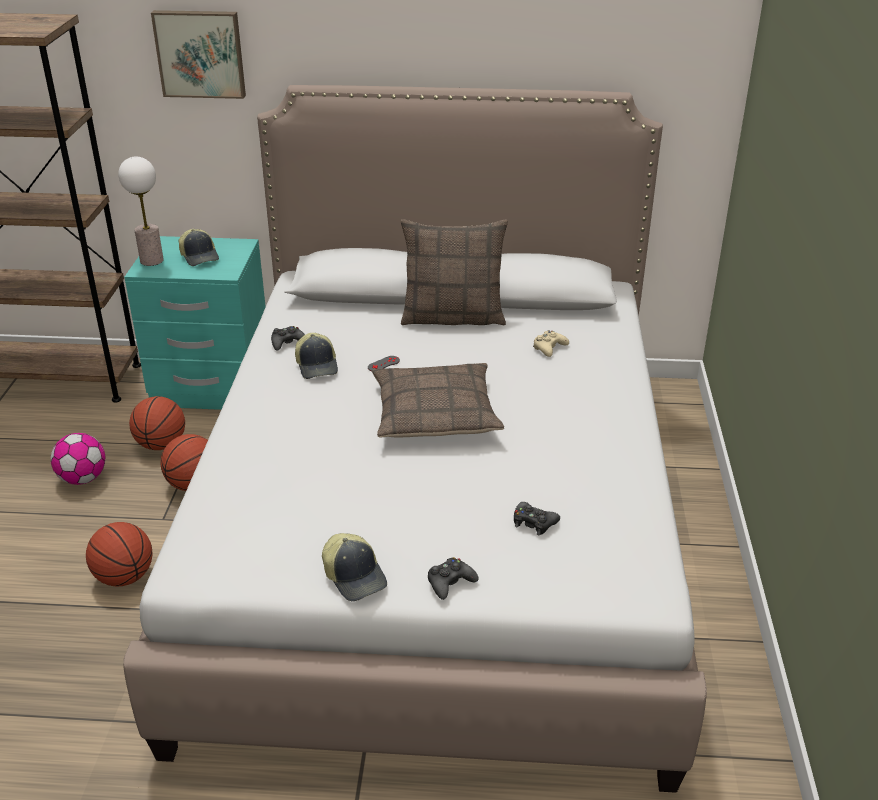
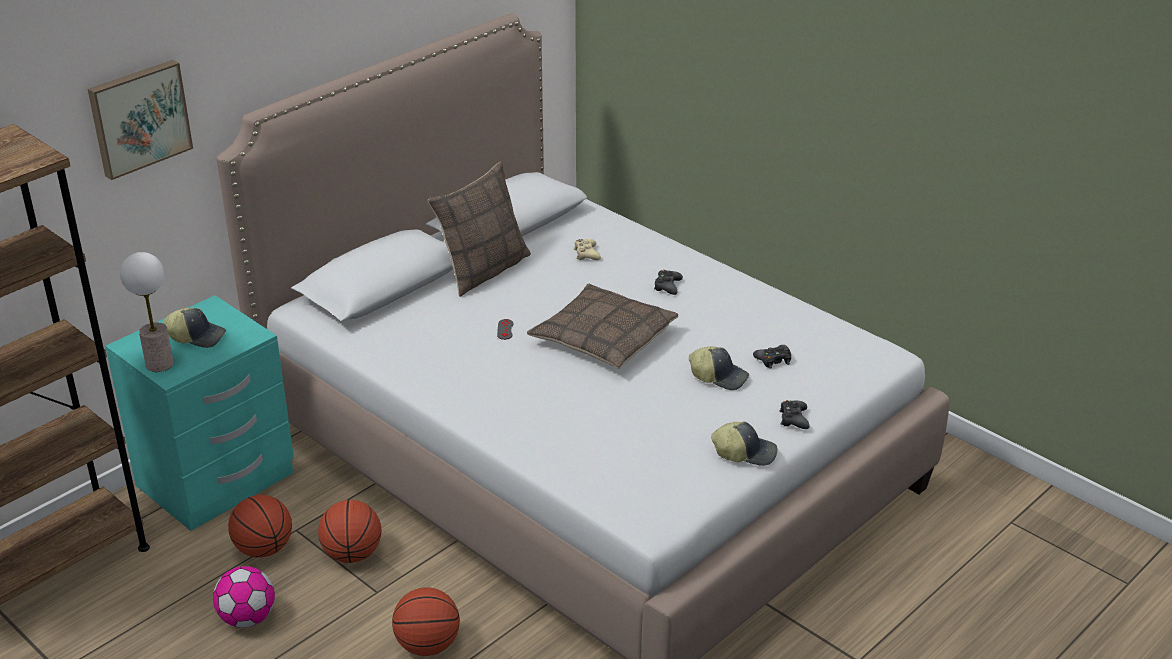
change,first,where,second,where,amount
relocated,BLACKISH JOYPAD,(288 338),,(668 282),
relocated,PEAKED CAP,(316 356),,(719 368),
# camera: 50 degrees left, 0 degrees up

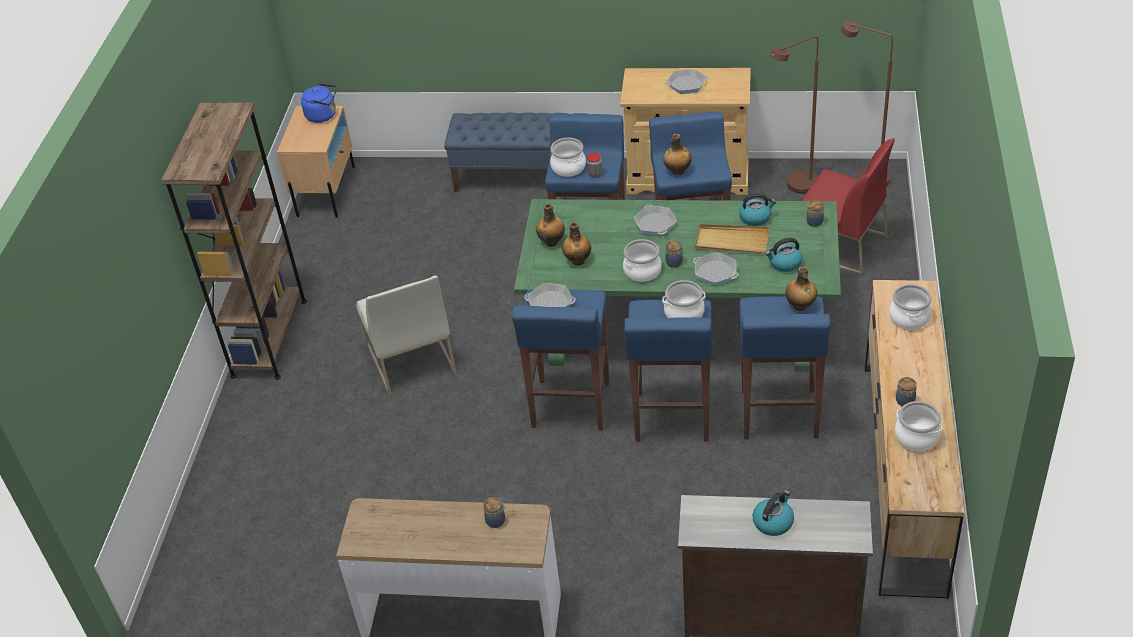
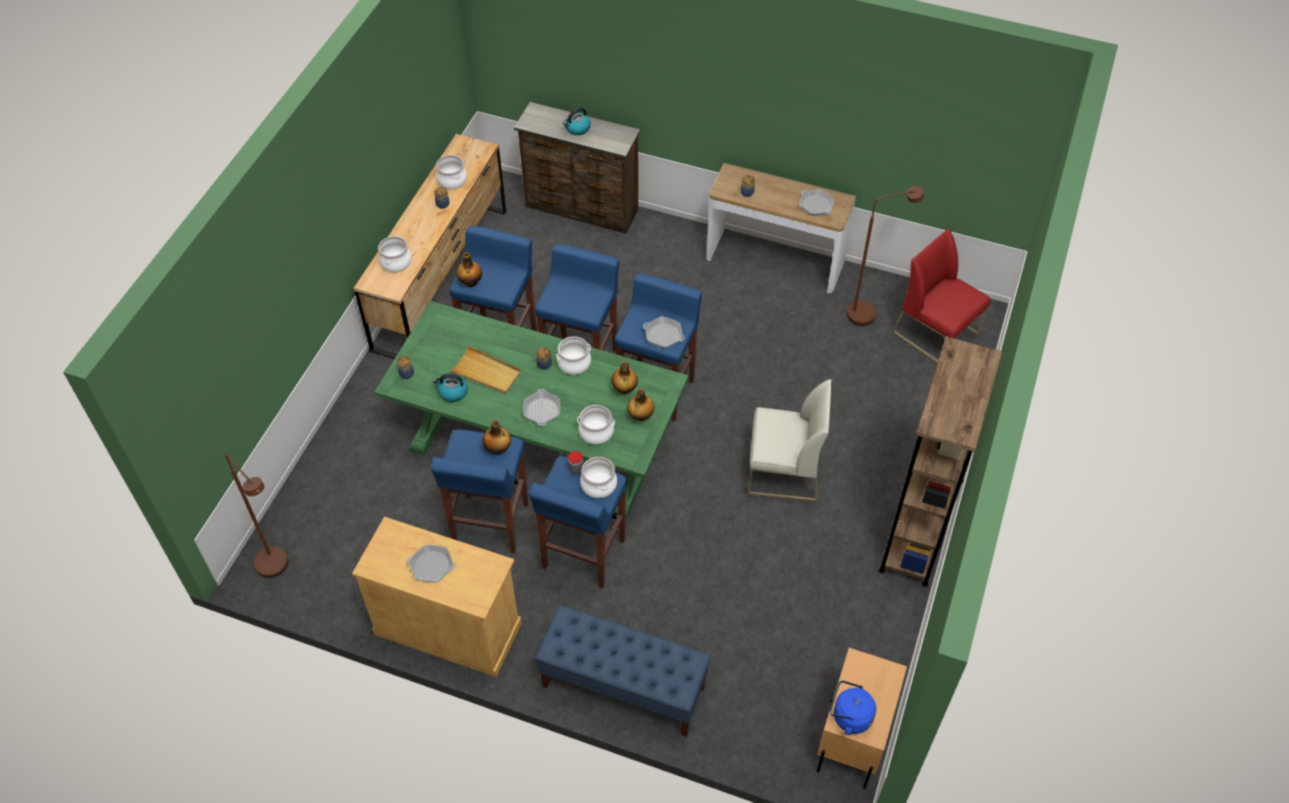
change,first,where,second,where,amount
missing,WATER KETTLE,(784 255),,,
relocated,COOKING POT,(684 299),,(596 425),
relocated,FRYING PAN,(716 268),,(817 202),
relocated,BROWN-COLOURED STANDARD LAMP,(795 115),,(885 256),
relocated,REDDISH CHAIR,(848 207),,(941 296),
spun,WHITE CHAIR,(406 336),,(790 440),105 degrees clockwise
# camera: 170 degrees left, 10 degrees up

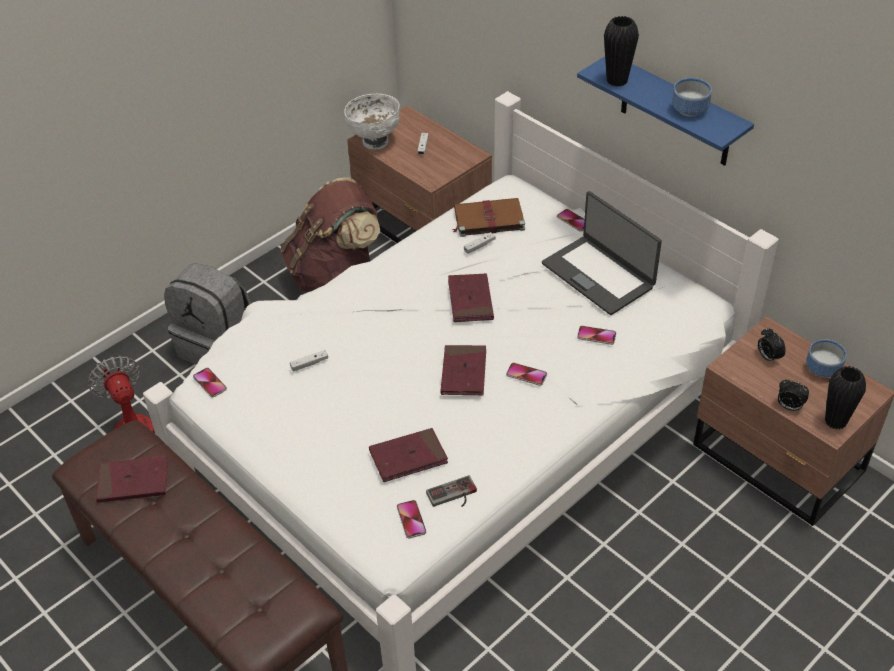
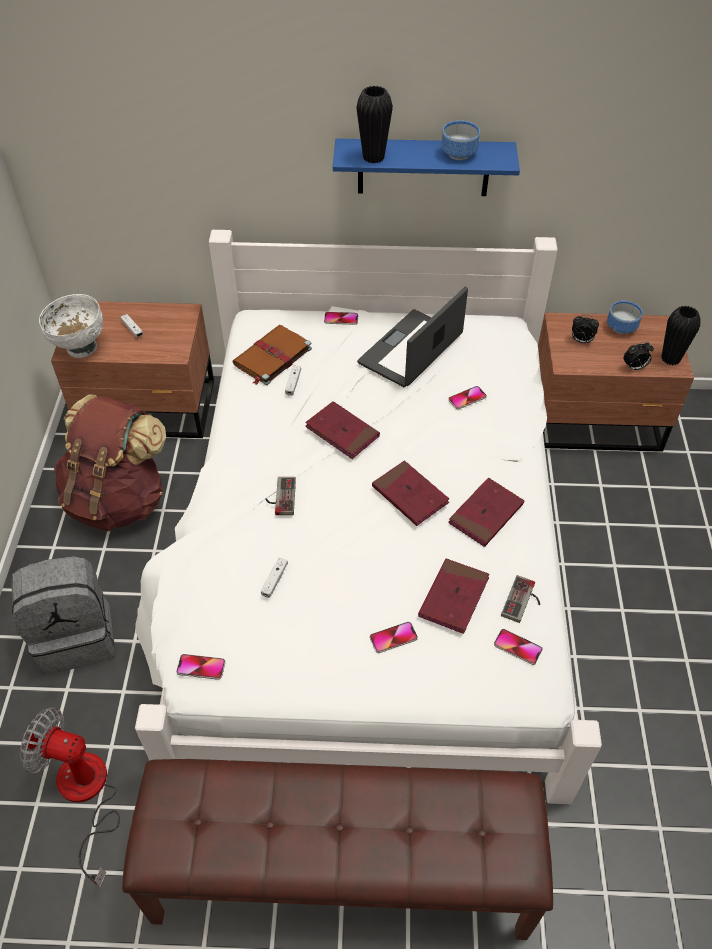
change,first,where,second,where,amount
appeared,,,JOYPAD,(280 496),
relocated,REDDISH BOUND BOOK,(132 479),,(486 512),
relocated,PHONE,(526 374),,(394 637),
spun,NOTEBOOK COMPUTER,(602 253),,(412 337),120 degrees clockwise
# camera: 45 degrees left, 5 degrees up

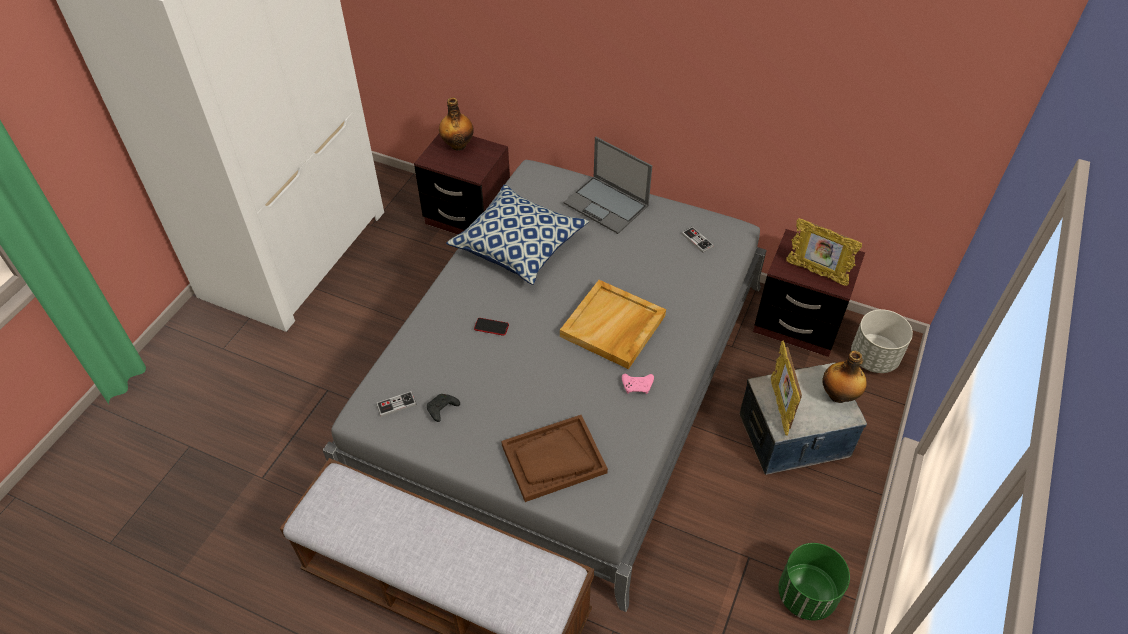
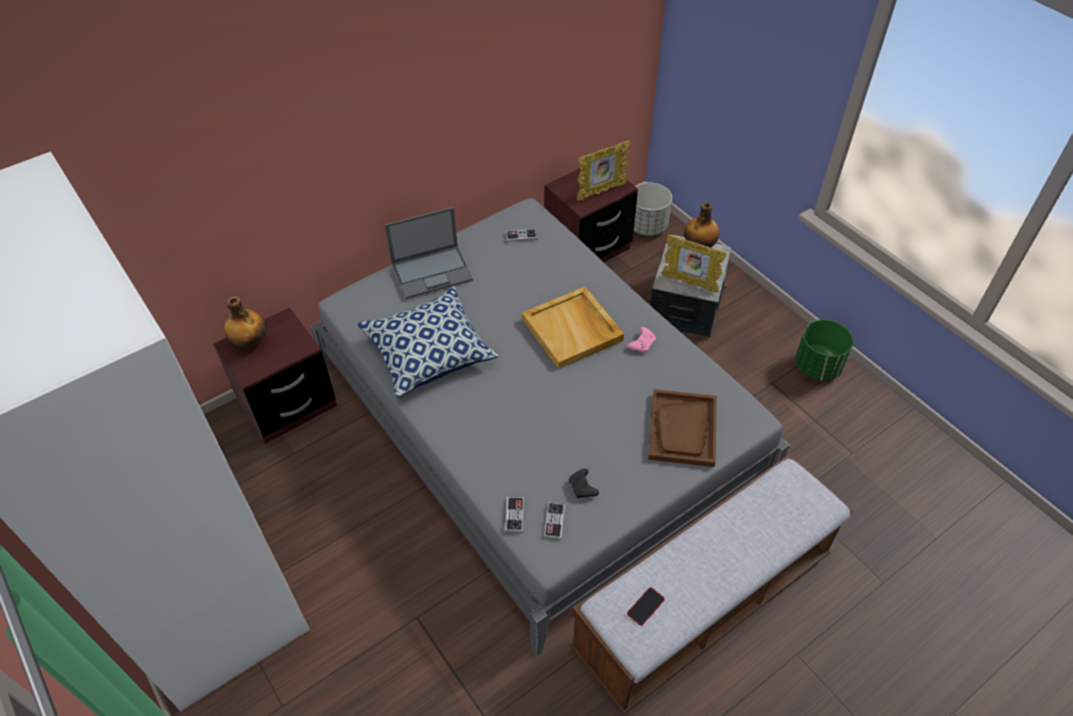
change,first,where,second,where,amount
appeared,,,JOYPAD,(514 515),
relocated,PHONE,(491 327),,(646 606),
# camera: 60 degrees left, 0 degrees up

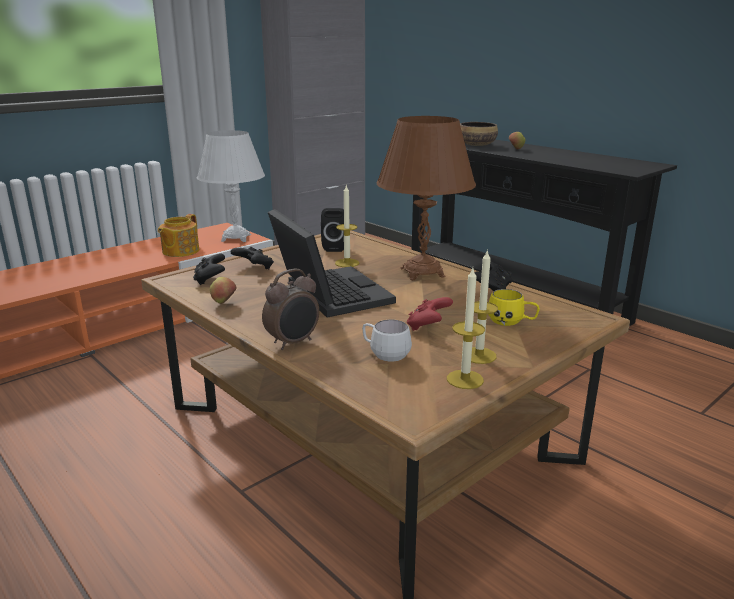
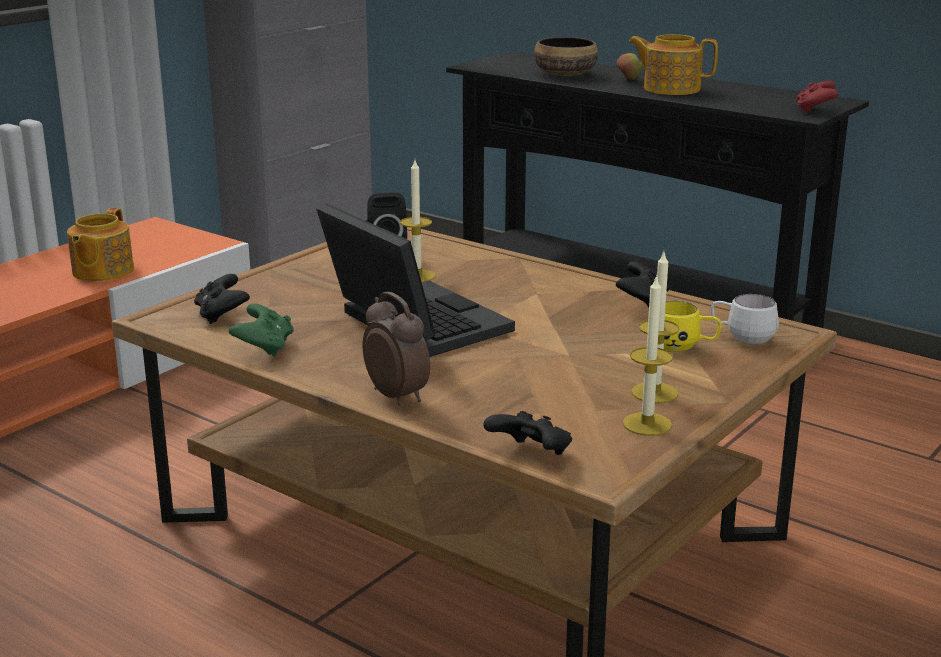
change,first,where,second,where,amount
missing,WHITE LAMP FOR A TABLE,(231 186),,,
missing,BROWN-COLOURED LAMP FOR A TABLE,(426 198),,,
appeared,,,TEA POT,(673 64),
relocated,BLACKISH JOYPAD,(252 258),,(527 433),
relocated,WHITE COFFEE MUG,(387 341),,(745 319),
relocated,REDDISH JOYPAD,(430 314),,(818 97),
exchanged,WHOLE APPLE,(223 290),GREEN JOYPAD,(261 329),
spun,TABLE CLOCK,(290 309),,(396 348),75 degrees counterclockwise
# camera: 10 degrees left, 0 degrees up

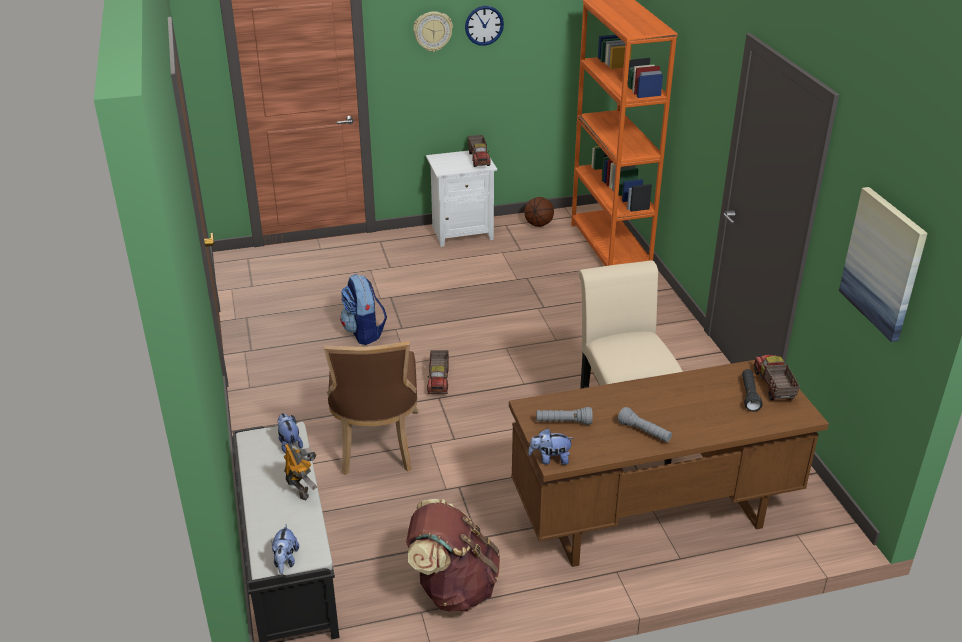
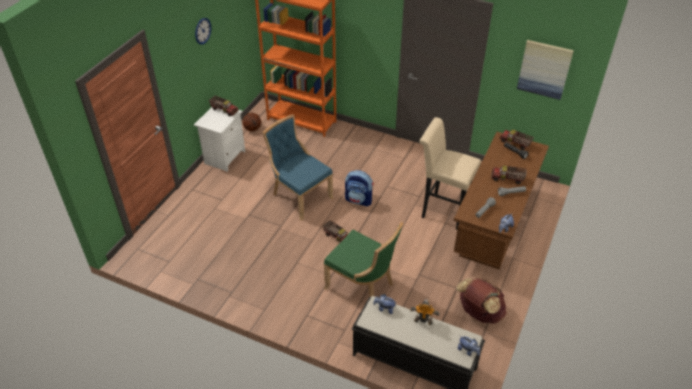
change,first,where,second,where,amount
missing,WALL CLOCK,(433 31),,,
appeared,,,BLUE CHAIR,(297 167),
appeared,,,TOY TRUCK,(509 175),
relocated,KNAPSACK,(363 309),,(359 188),
colour,BROWN-COLOURED CHAIR,(371 408),GREEN CHAIR,(363 259),
# camera: 50 degrees left, 10 degrees up

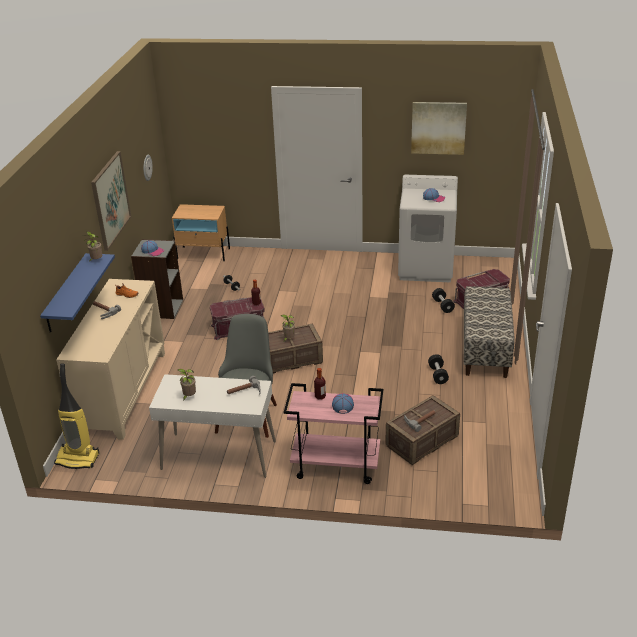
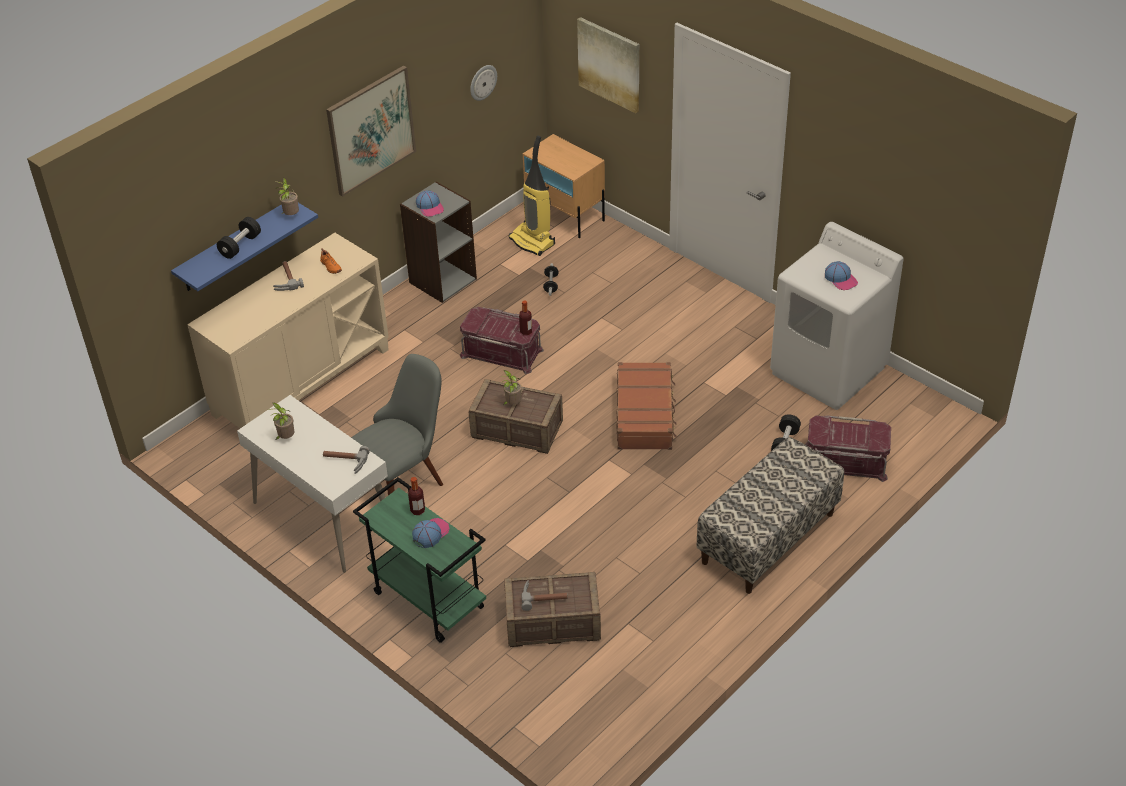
change,first,where,second,where,amount
appeared,,,BROWN-COLOURED PIECE OF LUGGAGE,(646 406),
relocated,HOOVER,(76 416),,(532 196),
relocated,WALL PICTURE,(439 128),,(608 65),
relocated,BLACKISH FREE WEIGHT,(438 369),,(239 238),
colour,PINK-COLOURED CART,(333 433),GREEN CART,(419 560),
# camera: 35 degrees right, 10 degrees up

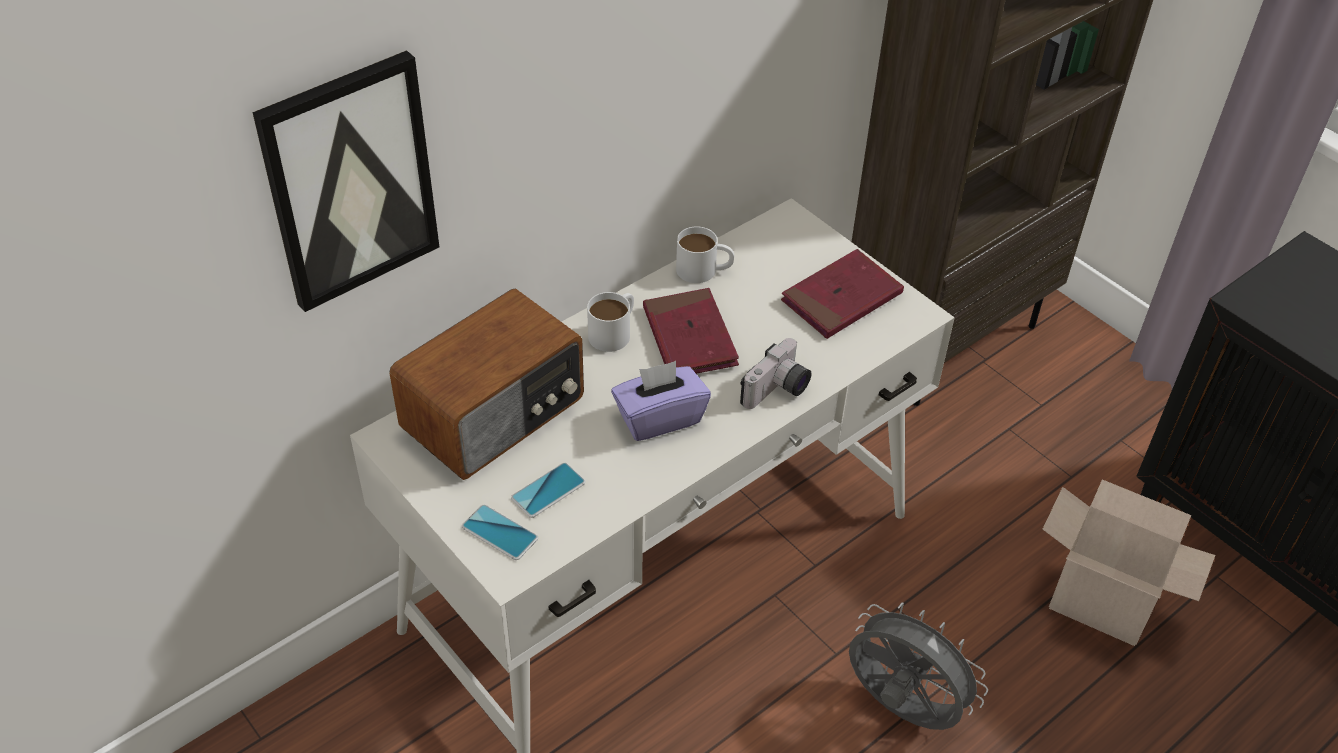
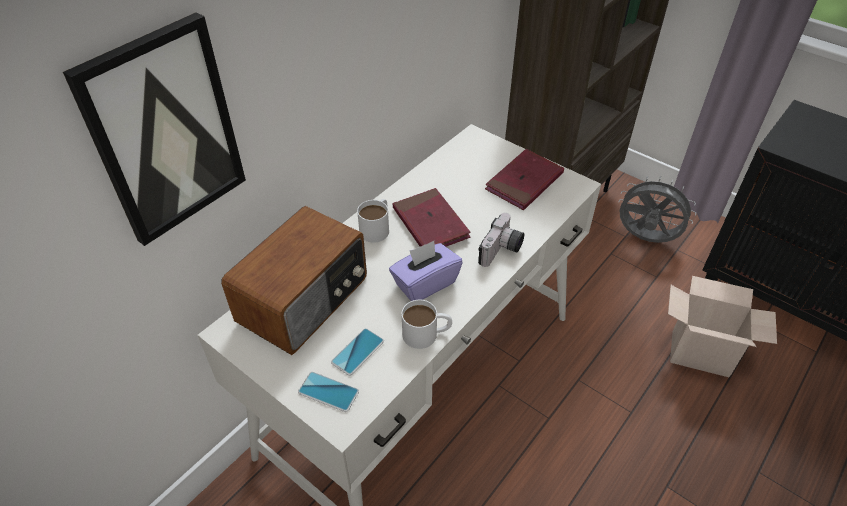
change,first,where,second,where,amount
relocated,WHITE COFFEE MUG,(705 255),,(427 324),
relocated,GREYISH COOLING FAN,(918 666),,(657 209),
# camera: 10 degrees left, 0 degrees up

